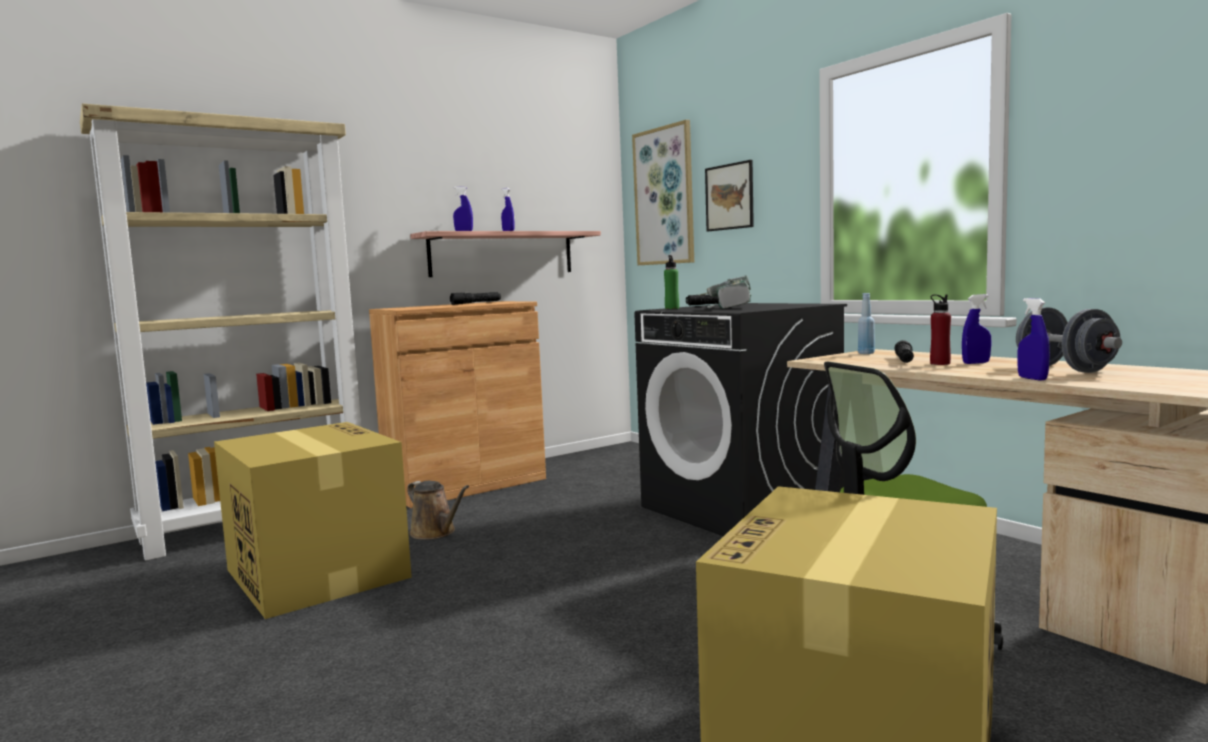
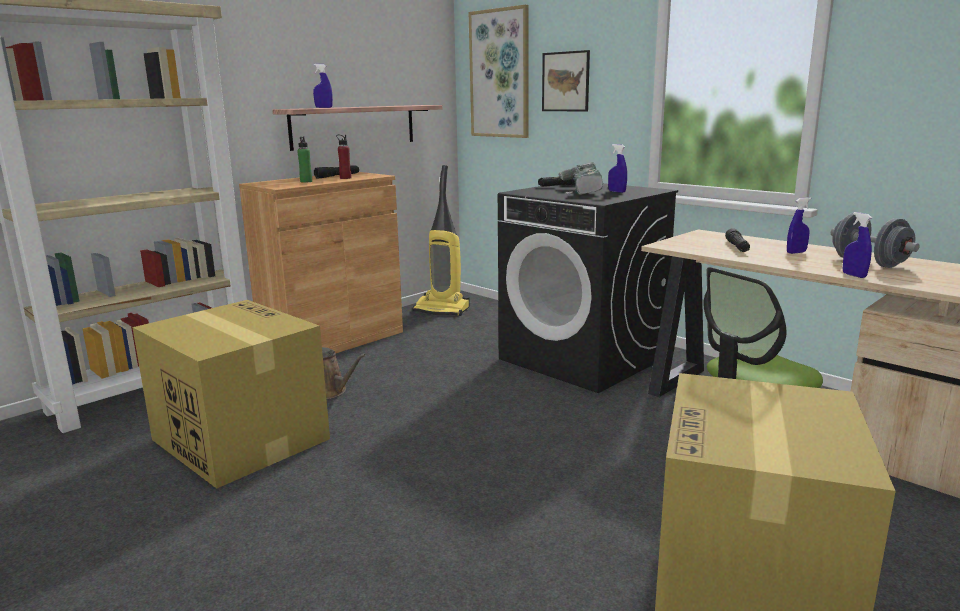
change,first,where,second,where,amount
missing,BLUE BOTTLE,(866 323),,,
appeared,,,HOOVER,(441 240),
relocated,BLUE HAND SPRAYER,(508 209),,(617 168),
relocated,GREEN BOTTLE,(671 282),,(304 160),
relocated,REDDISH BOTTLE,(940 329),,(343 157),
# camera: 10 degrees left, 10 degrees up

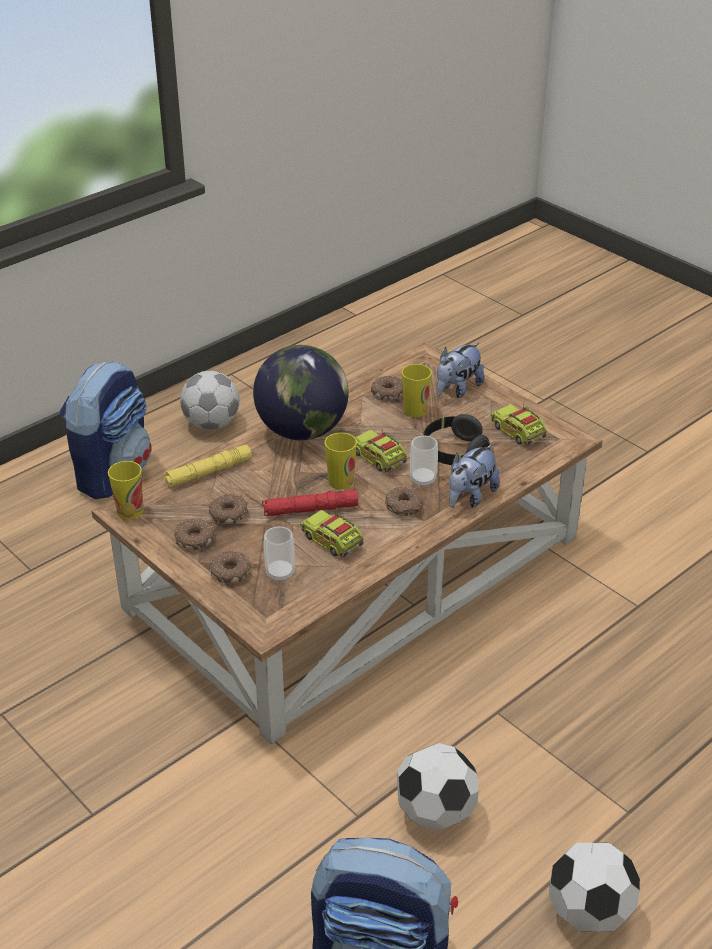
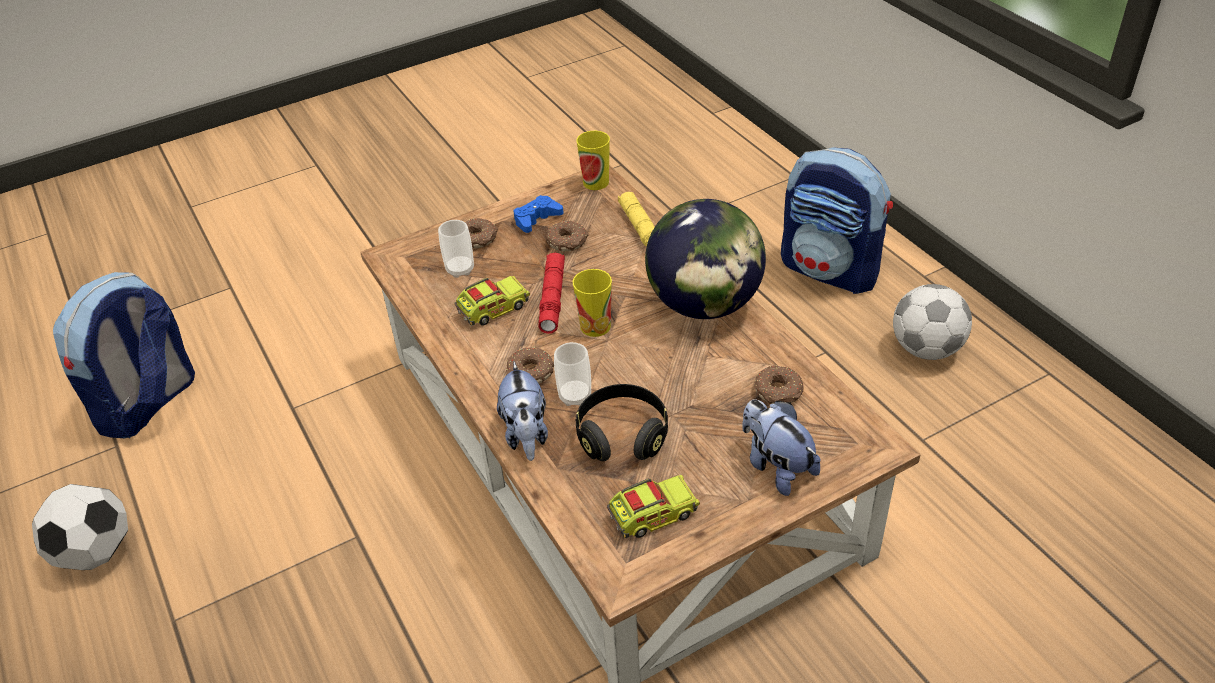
change,first,where,second,where,amount
missing,TOY TRUCK,(381 450),,,
missing,FOOTBALL,(438 787),,,
missing,SMALL CUP,(417 390),,,
exchanged,DONUT,(194 534),BLUE JOYPAD,(538 214),
spun,SOFT TOY,(474 476),,(522 411),150 degrees counterclockwise
# camera: 105 degrees right, 5 degrees up

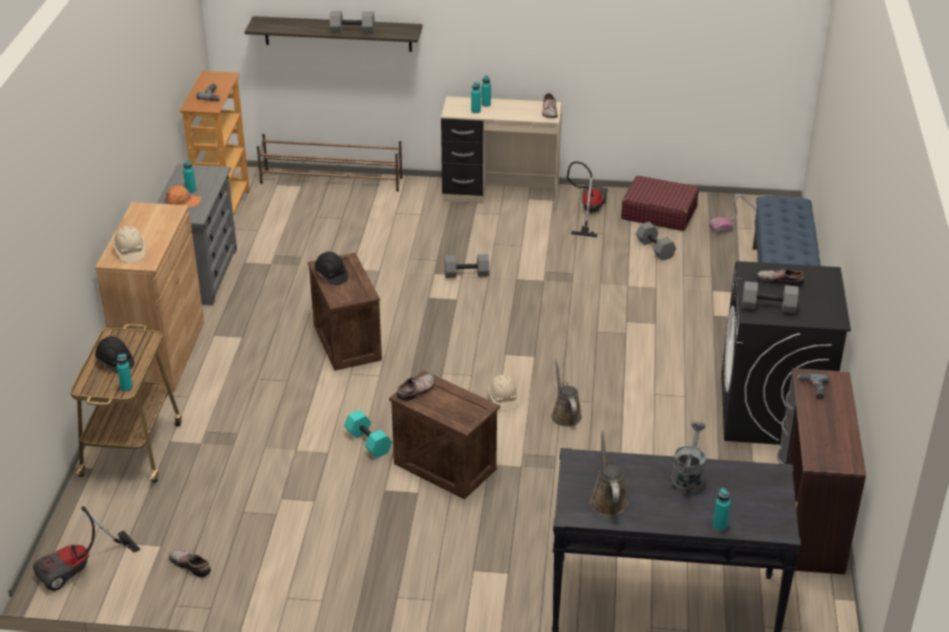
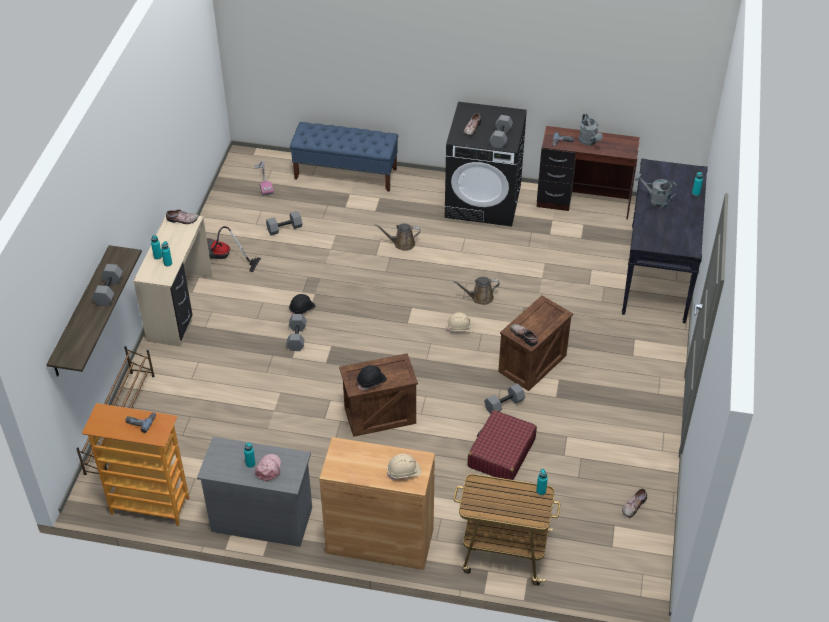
change,first,where,second,where,amount
missing,HOOVER,(86 548),,,
appeared,,,GREYISH WATERING CAN,(591 129),
relocated,BLACKISH HARD HAT,(114 354),,(302 304),
relocated,BROWN-COLOURED WATERING CAN,(609 473),,(397 237),
relocated,REDDISH PIECE OF LUGGAGE,(660 203),,(502 445),
colour,ORANGEY PEAKED CAP,(183 196),PINK-COLOURED PEAKED CAP,(268 468),
colour,BLUE-GREEN FREE WEIGHT,(368 434),GREYISH FREE WEIGHT,(504 398),
# camera: 85 degrees left, 10 degrees up

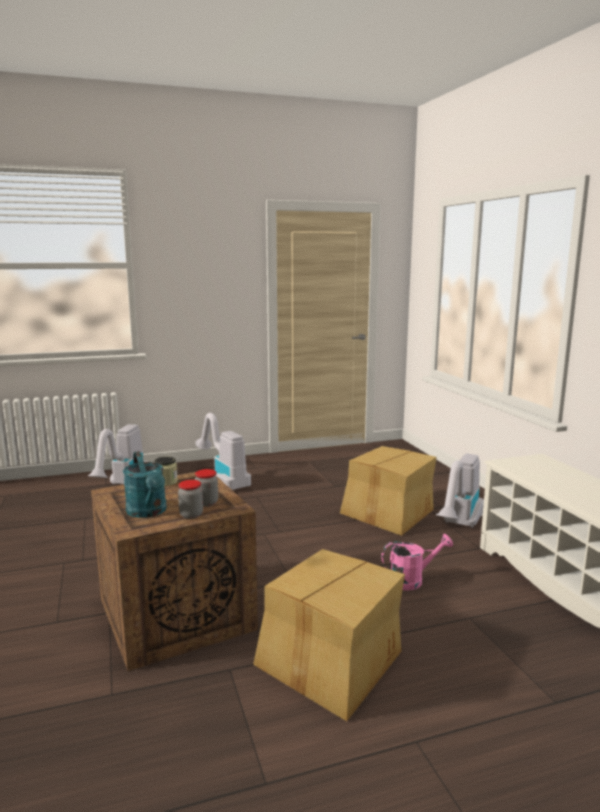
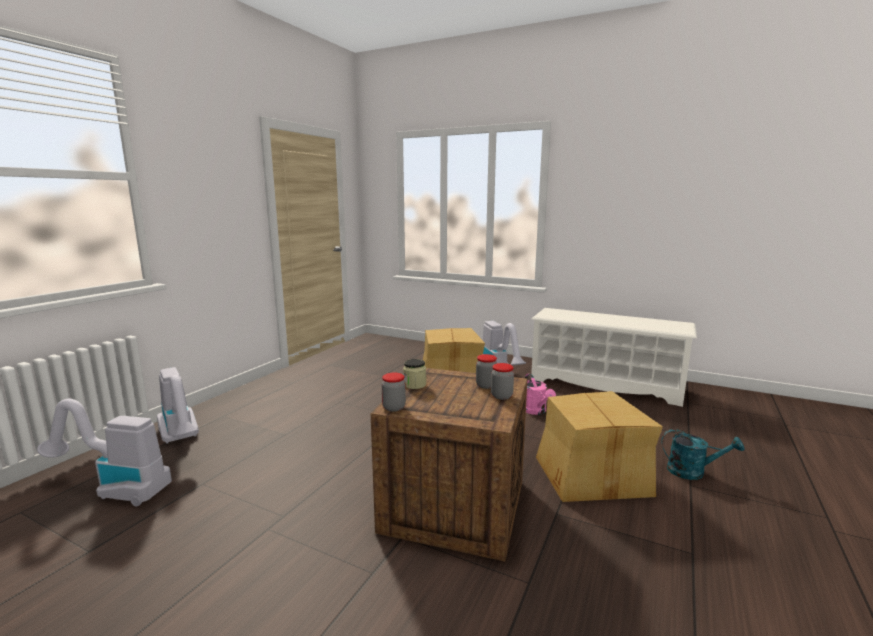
change,first,where,second,where,amount
appeared,,,STORAGE JAR,(394 392),
relocated,BLUE-GREEN WATERING CAN,(145 484),,(702 454),
relocated,HOOVER,(223 451),,(104 452),
spun,PINK-COLOURED WATERING CAN,(417 562),,(540 394),135 degrees clockwise
# camera: 45 degrees left, 0 degrees up

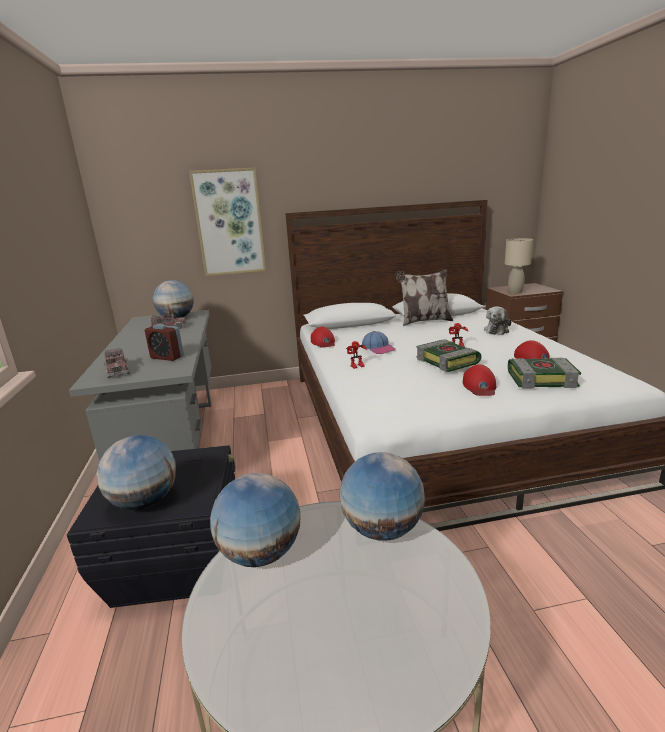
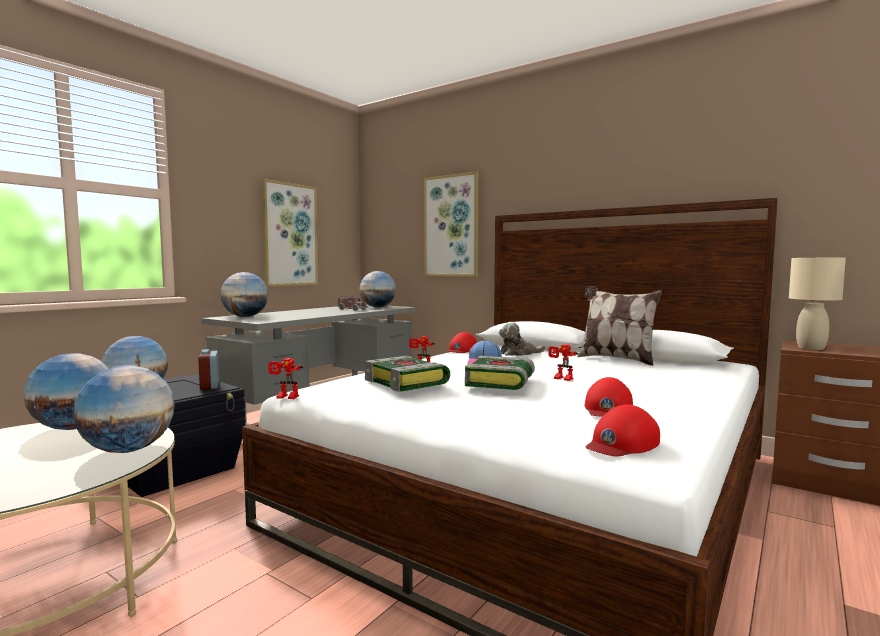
change,first,where,second,where,amount
appeared,,,WALL PICTURE,(290 232),
appeared,,,ROBOT FIGURE,(285 378),
relocated,TABLE CLOCK,(164 342),,(208 369),
relocated,REDDISH PEAKED CAP,(479 380),,(623 430),
relocated,SOFT TOY,(498 320),,(522 339),
relocated,BOUND BOOK,(544 373),,(407 374),
exchanged,TOY TRUCK,(116 363),WORLD GLOBE,(244 294),
# camera: 45 degrees right, 15 degrees down

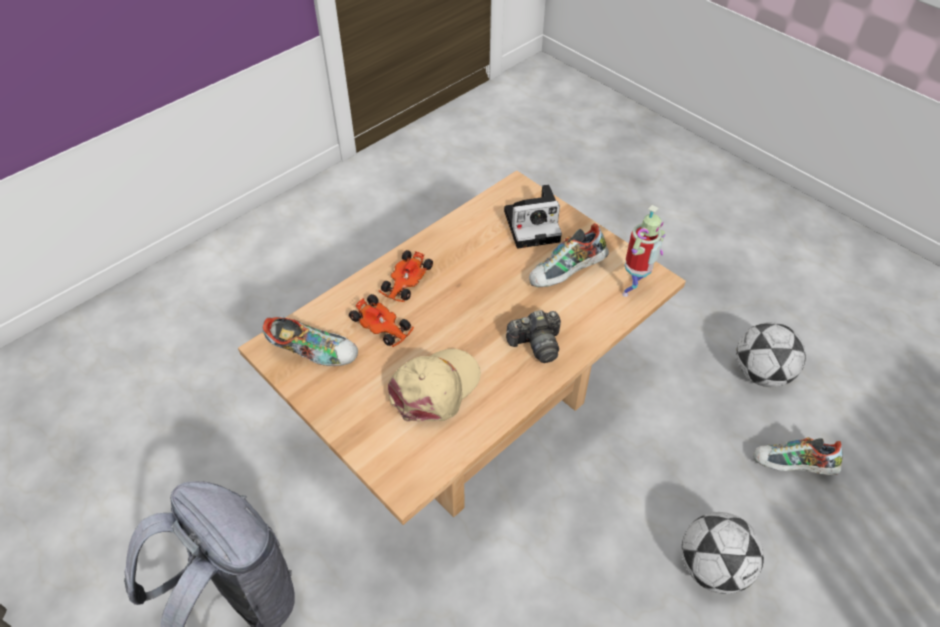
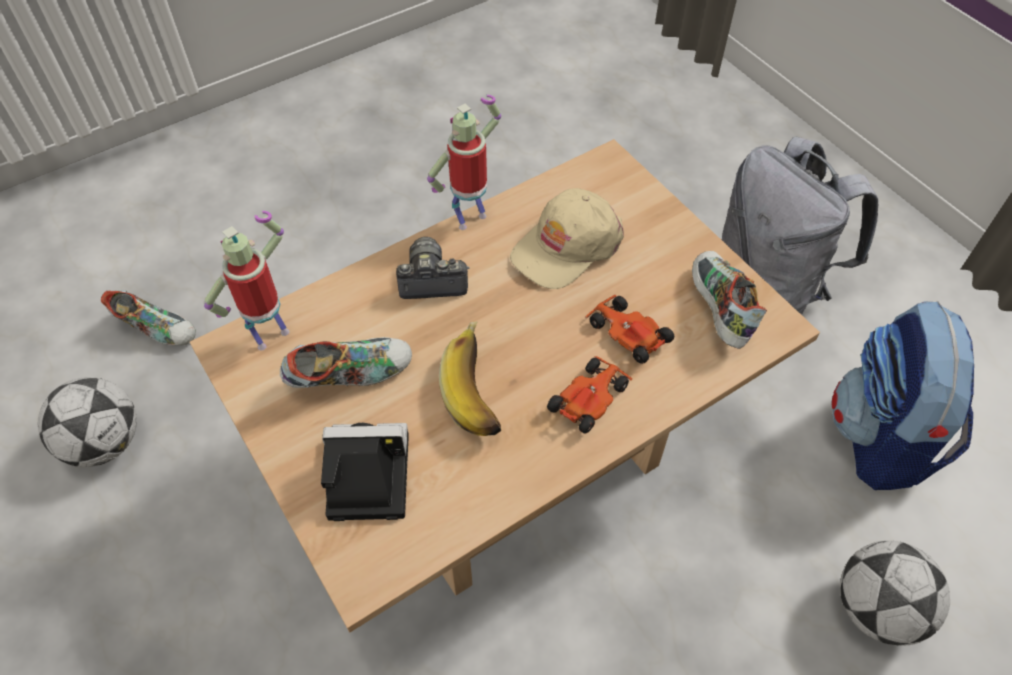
change,first,where,second,where,amount
appeared,,,ROBOT FIGURE,(464 162),
appeared,,,WHOLE BANANA,(470 378),
appeared,,,KNAPSACK,(903 395),
relocated,FOOTBALL,(722 553),,(895 593),
spun,LOW SHOE,(310 341),,(729 300),60 degrees clockwise
# camera: 170 degrees left, 5 degrees up

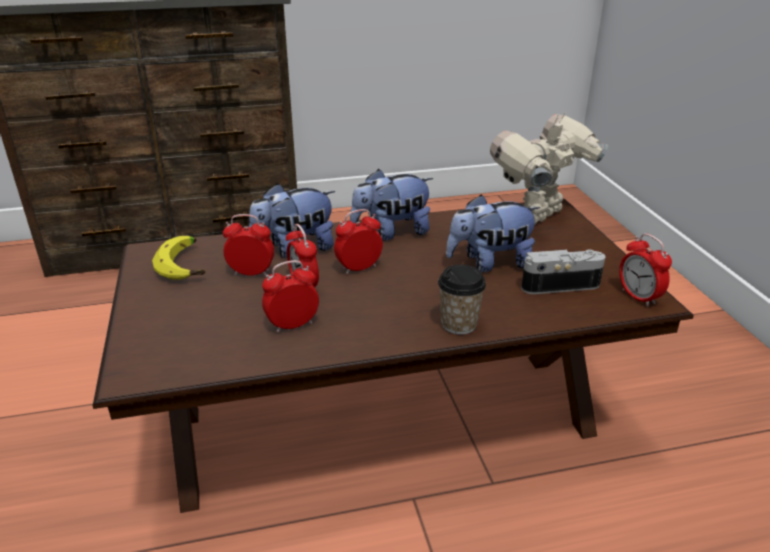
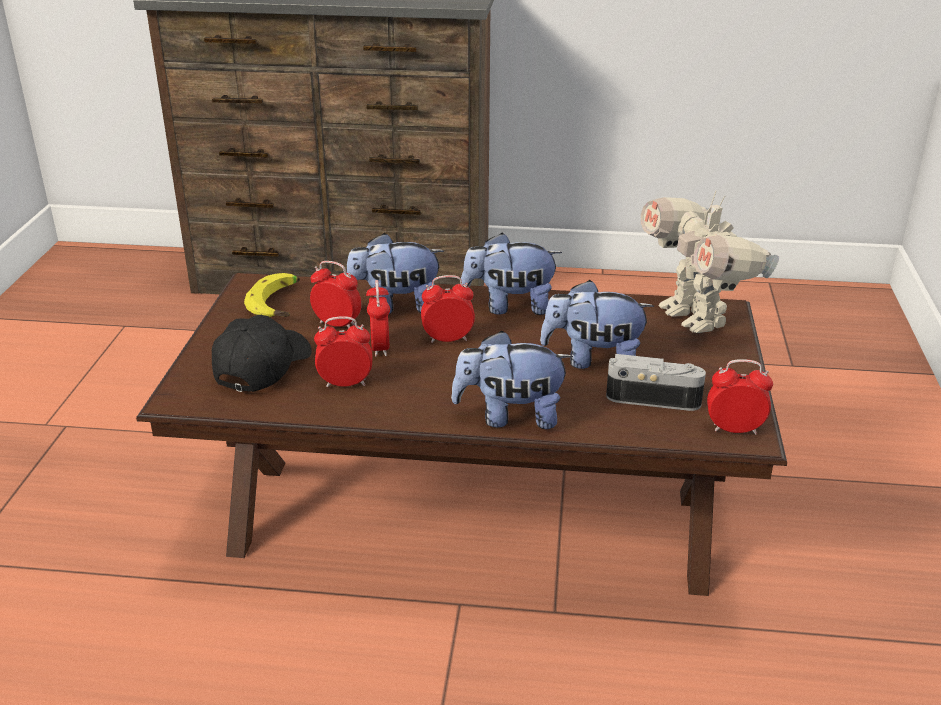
change,first,where,second,where,amount
appeared,,,BLACKISH PEAKED CAP,(262 353),
exchanged,SMALL CUP,(462 300),SOFT TOY,(512 380),
spun,ROBOT FIGURE,(549 168),,(710 262),90 degrees counterclockwise
spun,TABLE CLOCK,(645 270),,(740 397),105 degrees clockwise
# camera: 20 degrees right, 0 degrees up

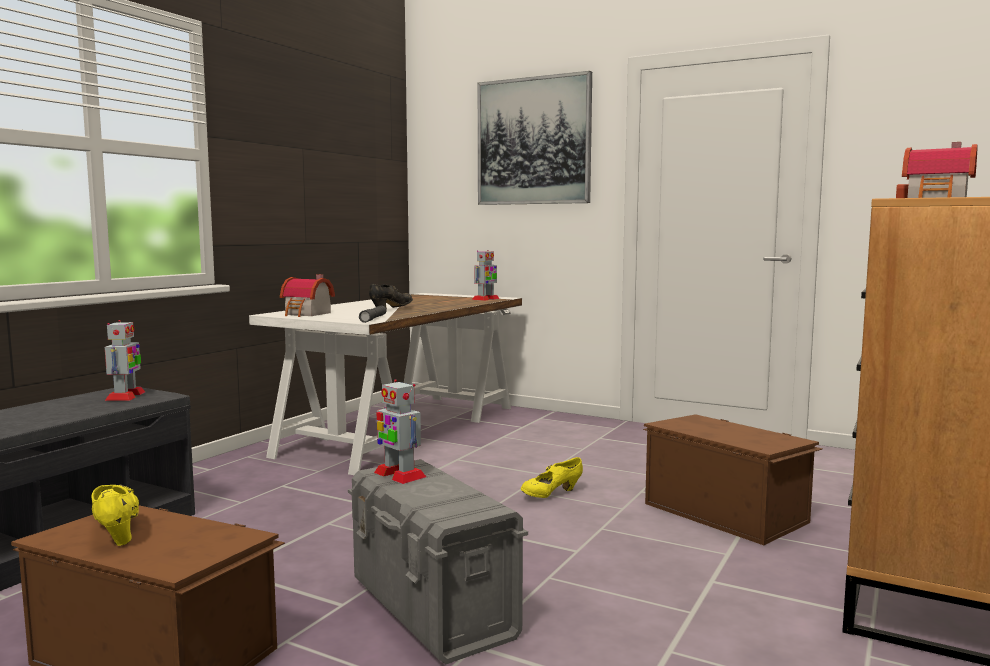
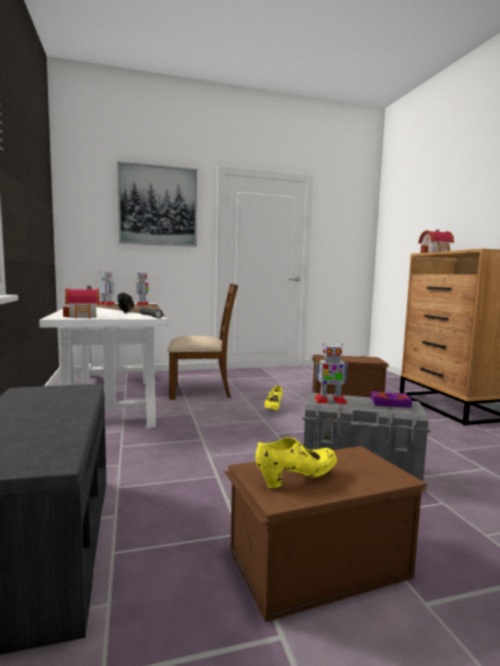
change,first,where,second,where,amount
appeared,,,BROWN-COLOURED CHAIR,(202 341),
appeared,,,PURPLISH BOUND BOOK,(391 399),
relocated,ROBOT FIGURE,(125 360),,(107 288),
spun,YELLOWISH LOW SHOE,(115 515),,(296 462),135 degrees clockwise
# camera: 45 degrees left, 0 degrees up

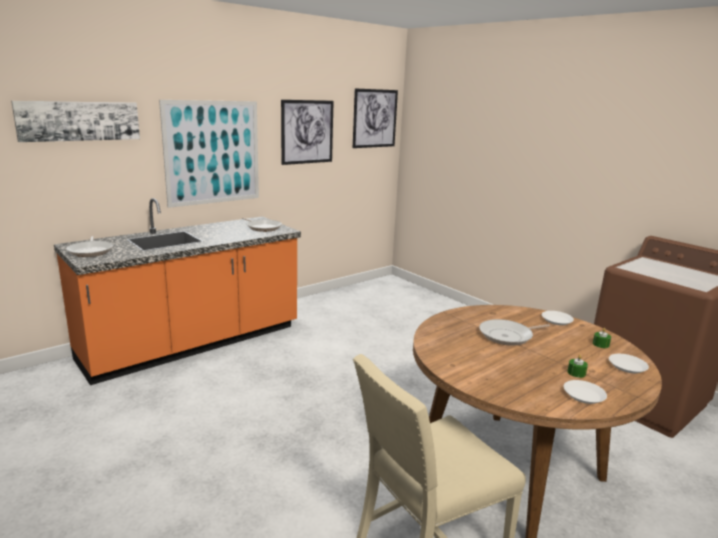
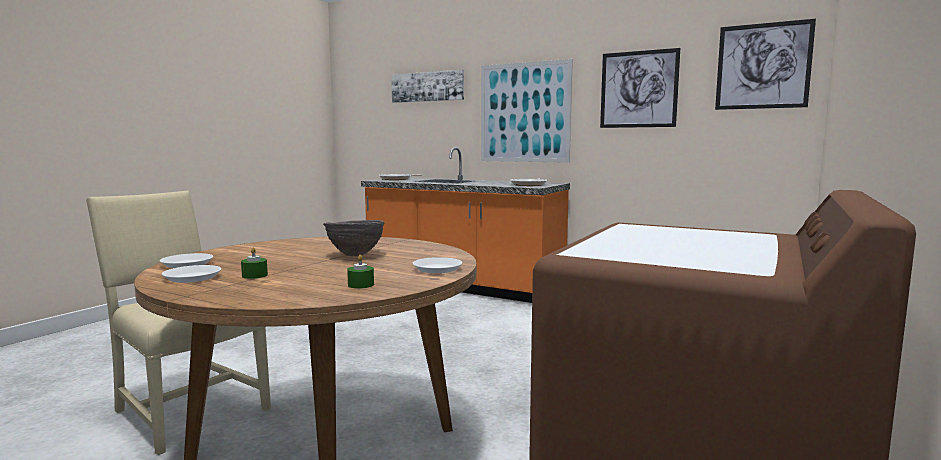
change,first,where,second,where,amount
relocated,WHITE DINNER PLATE,(629 363),,(186 260),
exchanged,FRYING PAN,(514 332),BROWN-COLOURED BOWL,(353 238),
# camera: 70 degrees right, 10 degrees down

